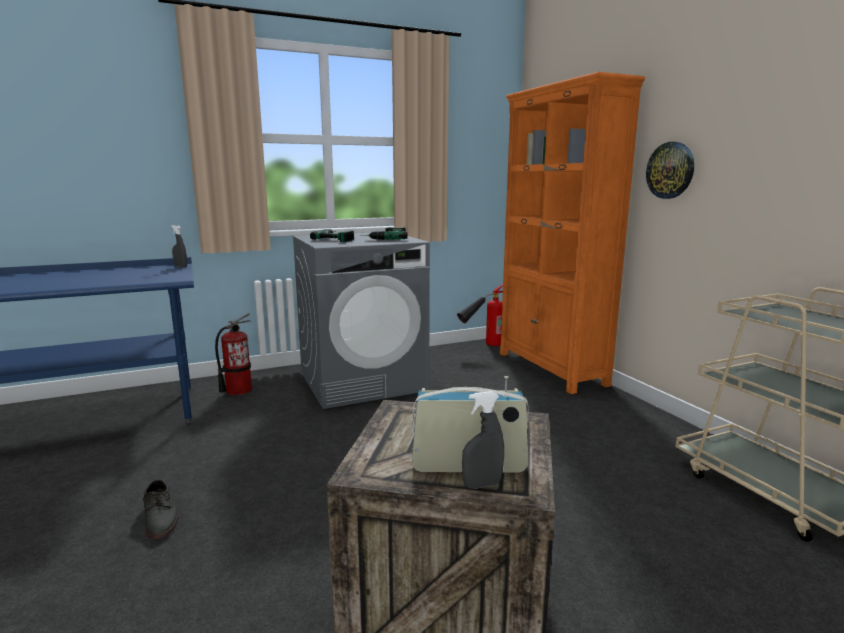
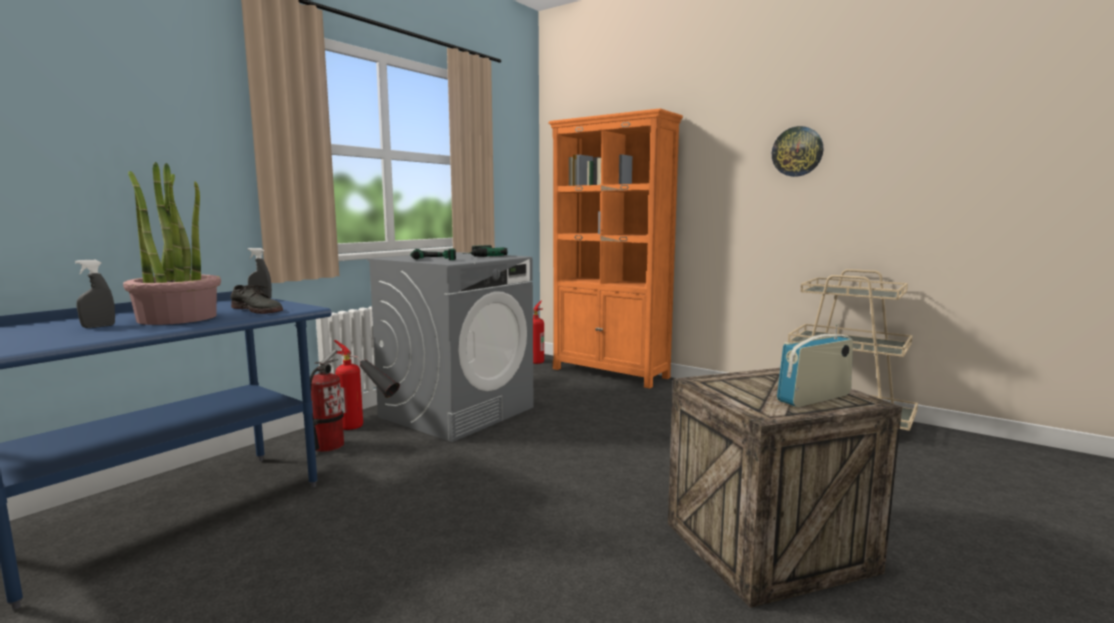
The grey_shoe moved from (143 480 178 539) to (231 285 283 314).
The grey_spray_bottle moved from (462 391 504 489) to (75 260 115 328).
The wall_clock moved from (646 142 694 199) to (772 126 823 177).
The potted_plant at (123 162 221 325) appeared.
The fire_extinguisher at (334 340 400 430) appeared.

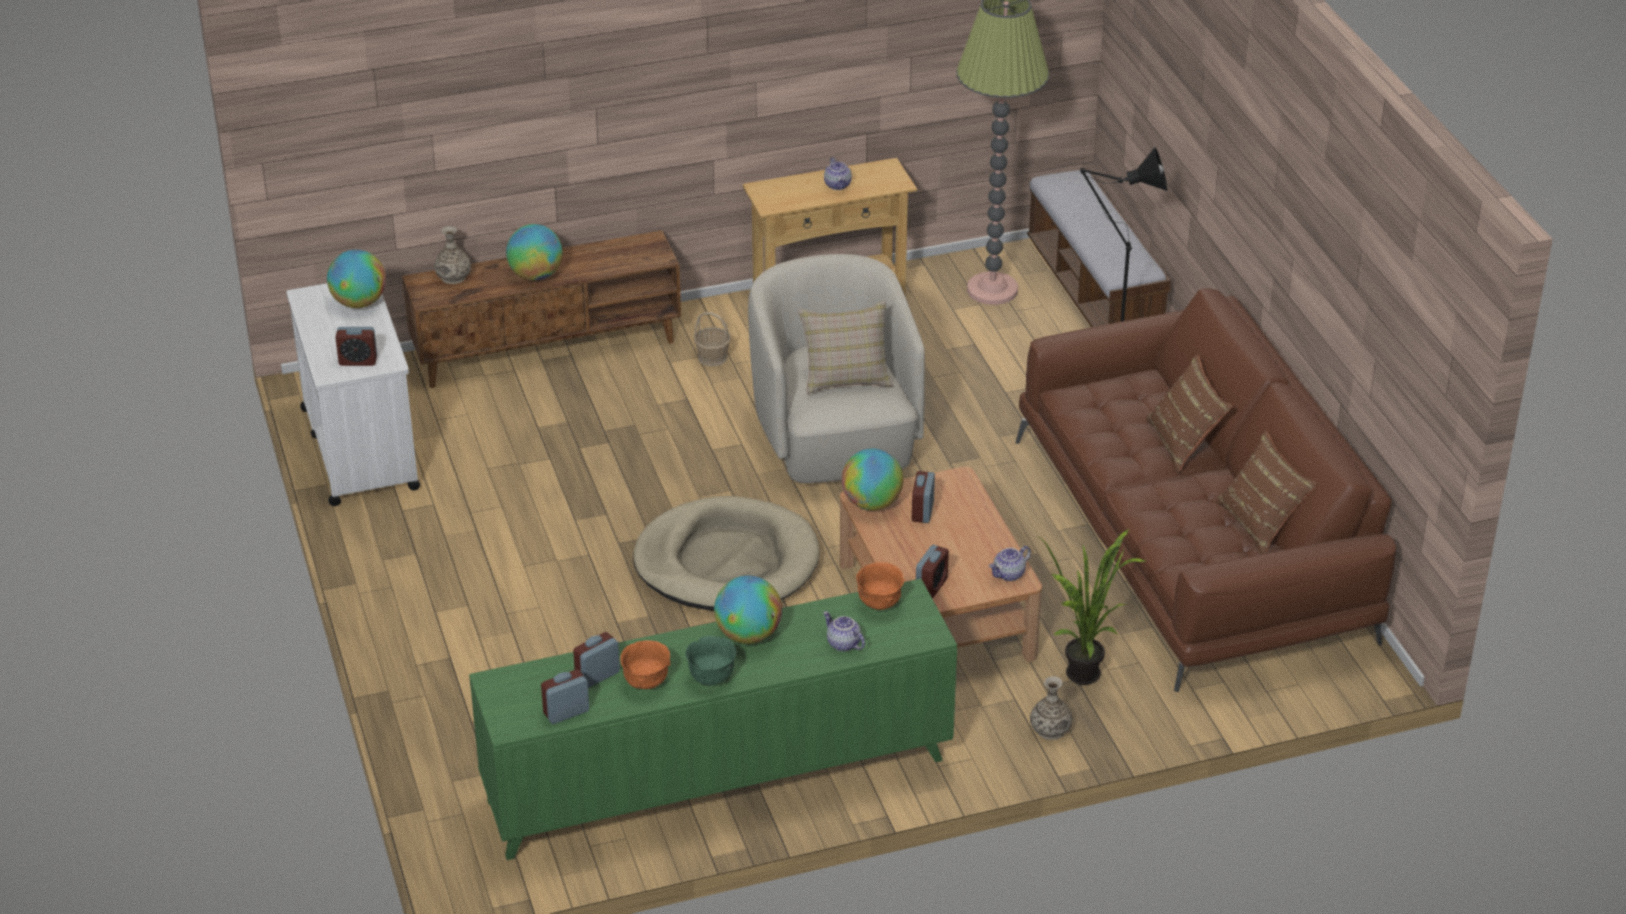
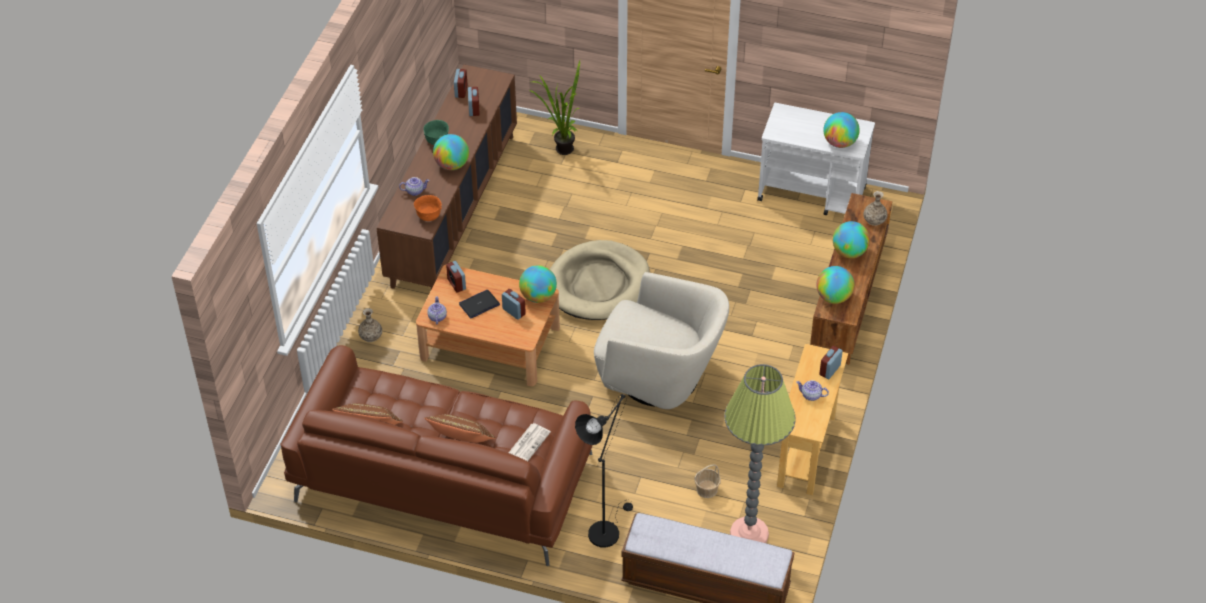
The alarm_clock moved from (335 327 377 366) to (819 346 843 379).
The green_cabinet at (469 579 957 860) became the brown_cabinet at (377 64 517 289).
The orange_bowl at (620 640 670 689) disappeared.
The basket moved from (694 312 731 366) to (694 464 721 498).
The beige_pillow at (798 300 893 394) disappeared.
The potted_plant moved from (1036 529 1147 685) to (529 61 580 155).
The laptop at (459 290 500 318) appeared.
The newspaper at (509 423 551 461) appeared.
The globe at (816 266 854 304) appeared.

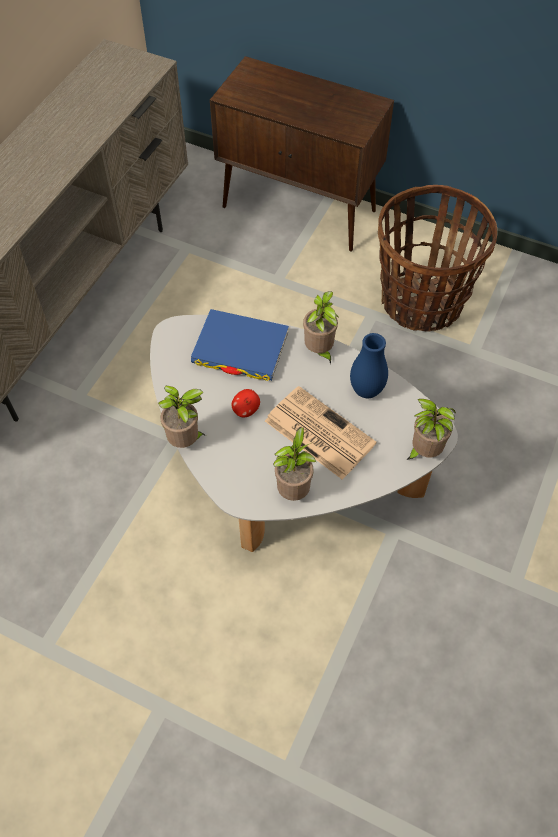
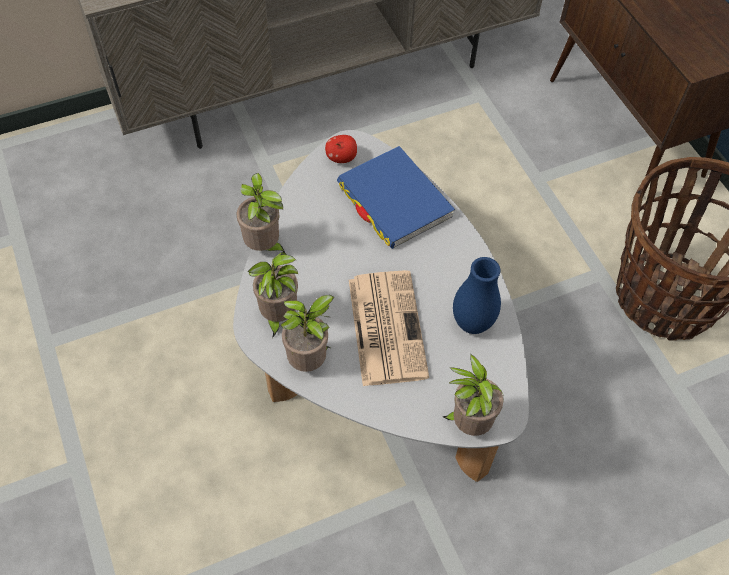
The apple moved from (231 389 260 417) to (325 135 357 163).
The potted_plant moved from (303 291 338 365) to (247 252 298 338).

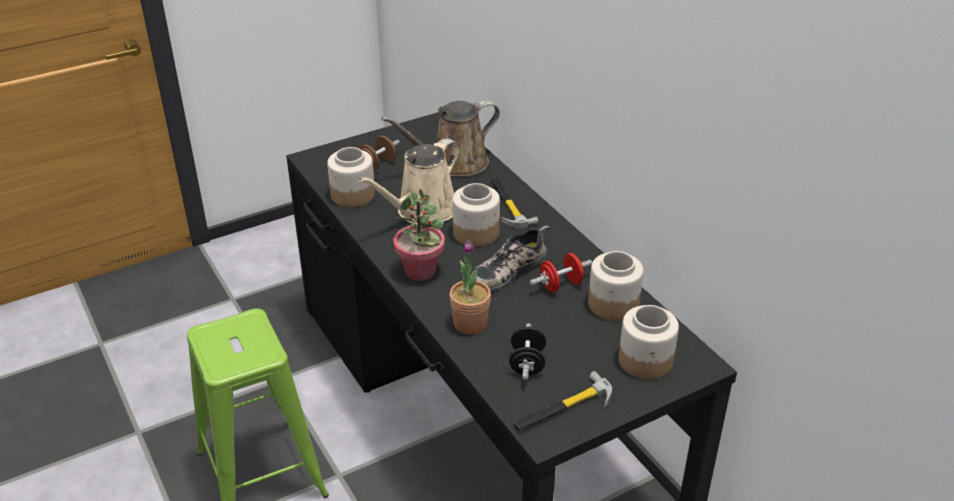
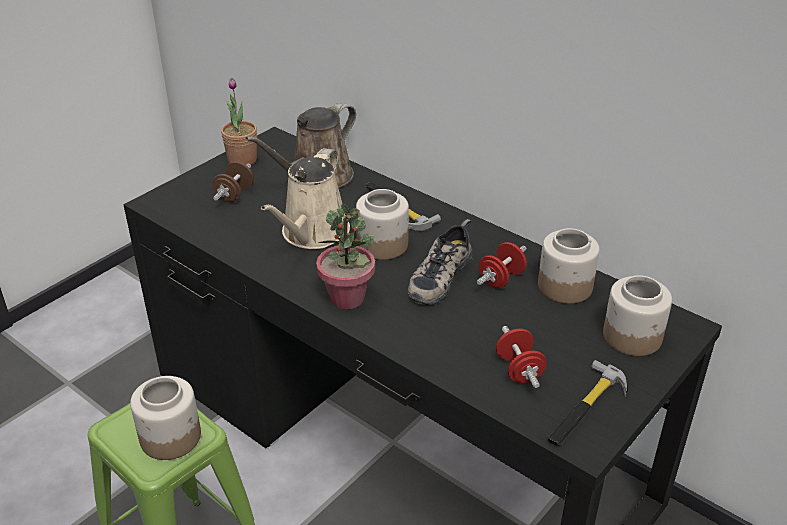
The jar moved from (327 147 375 208) to (130 376 201 460).
The potted_plant moved from (450 240 491 334) to (221 78 257 165).
The black_dumbbell at (509 323 546 380) became the red_dumbbell at (496 326 547 388).

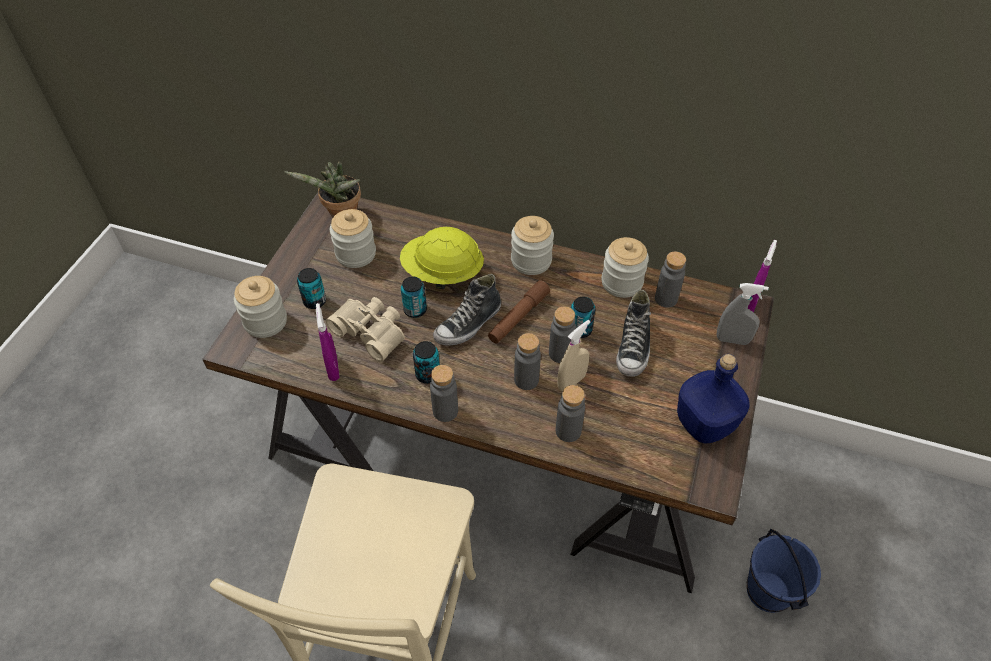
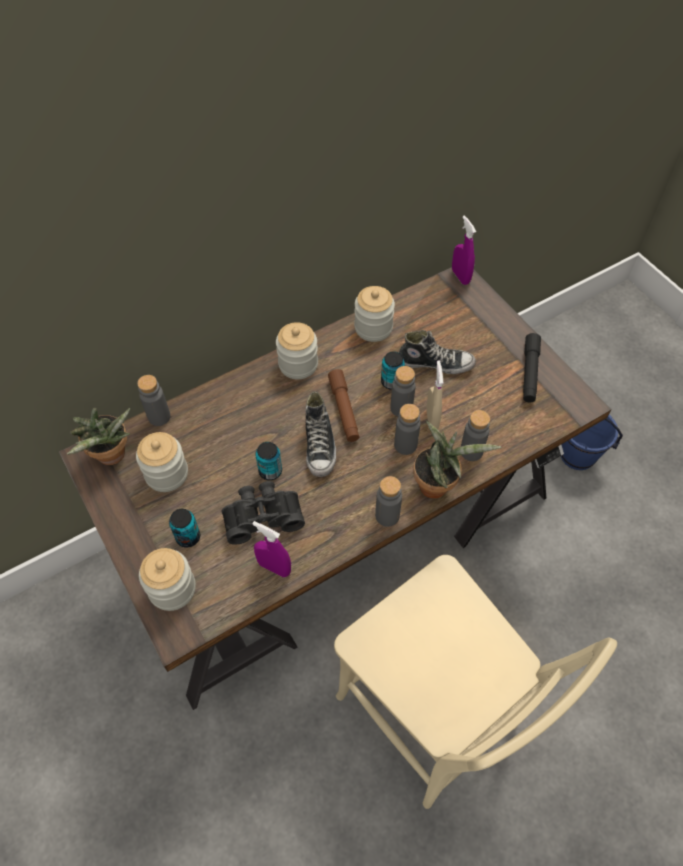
The beige_binoculars at (326 297 405 362) became the black_binoculars at (222 481 305 545).
The yellow_hard_hat at (400 227 484 289) disappeared.
The can at (413 341 440 384) disappeared.
The shoe at (616 290 651 377) turned 45 degrees counterclockwise.
The grey_bottle moved from (655 251 686 308) to (137 375 171 426).
The blue_bottle at (677 354 750 444) was replaced by the black_flashlight at (523 333 541 402).
The grey_spray_bottle at (717 283 769 345) disappeared.
The potted_plant at (413 420 501 499) appeared.

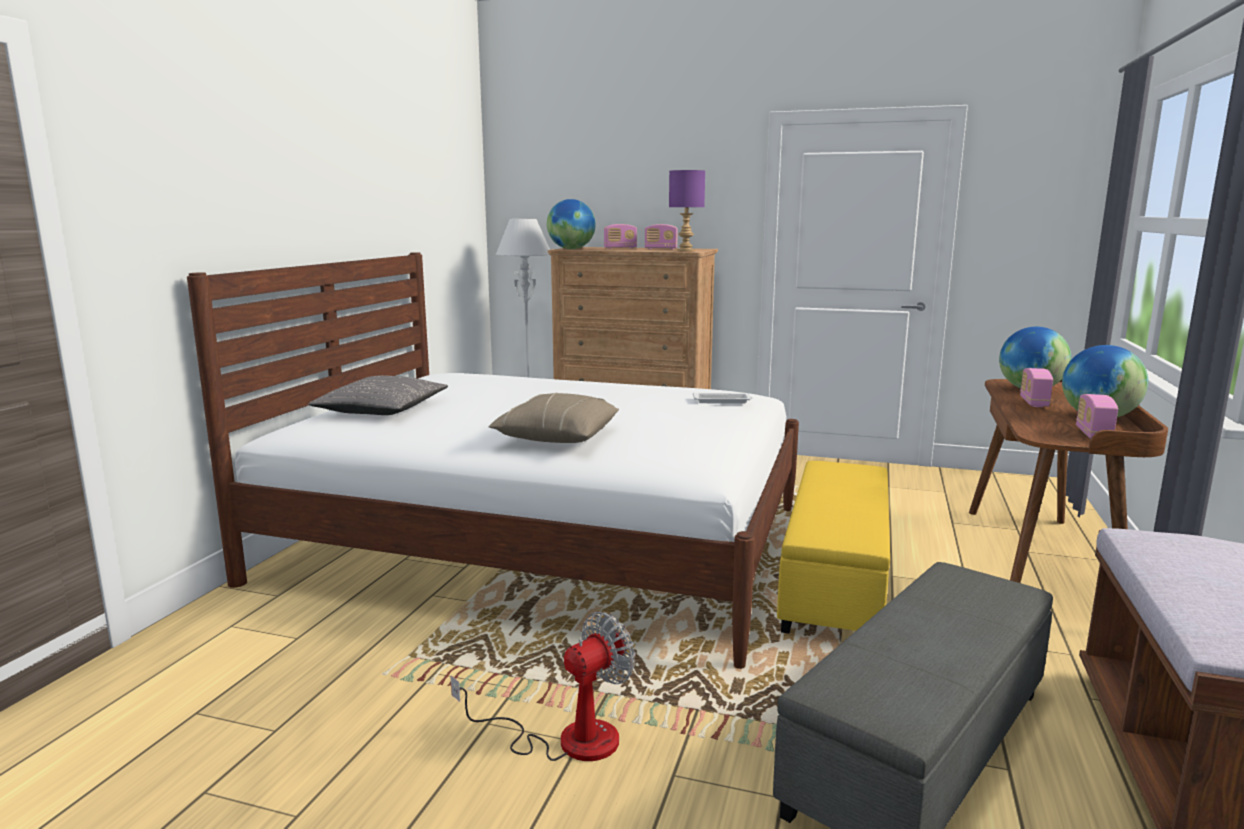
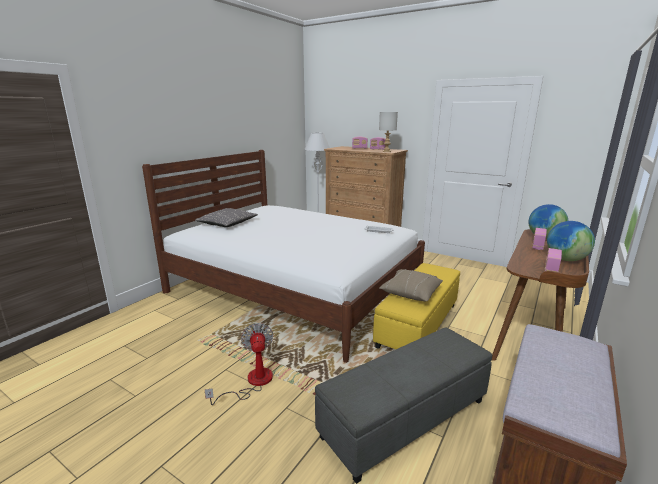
The fan at (450 612 636 761) turned 75 degrees counterclockwise.
The beige_pillow moved from (488 393 619 443) to (379 269 443 302).
The globe at (547 199 596 249) disappeared.
The purple_table_lamp at (669 170 705 251) became the grey_table_lamp at (379 112 398 152).

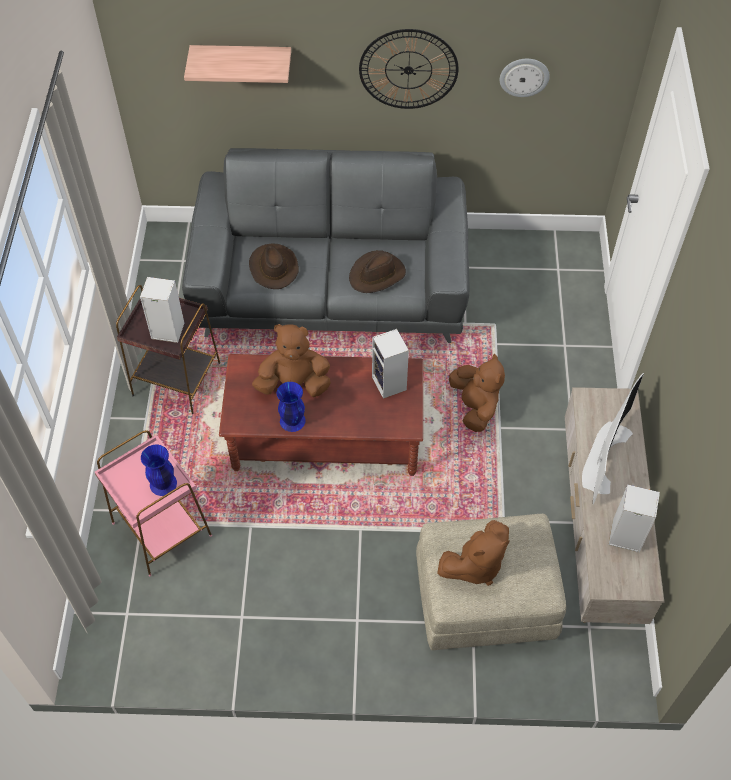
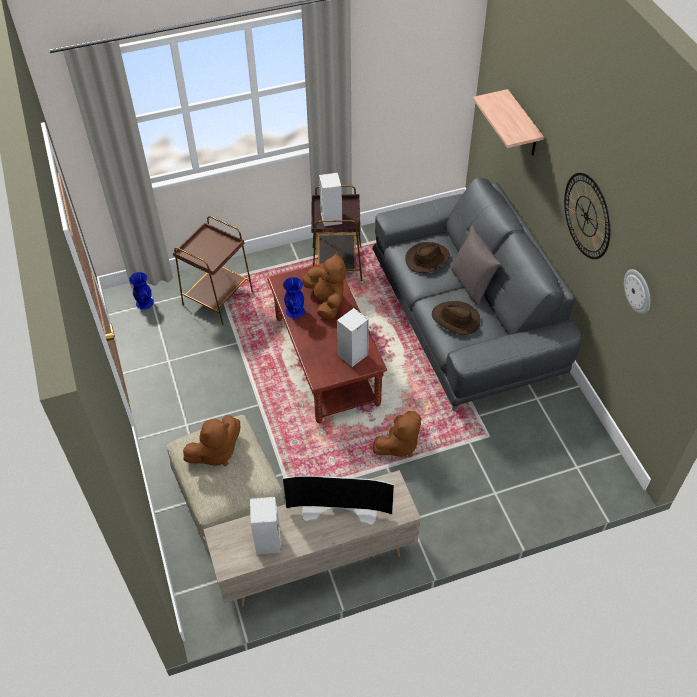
The pink_side_table at (95 430 212 576) became the brown_side_table at (173 216 253 325).
The blue_vase moved from (141 445 177 496) to (129 272 154 310).
The brown_plush_toy at (437 520 510 586) turned 75 degrees counterclockwise.
The grey_pillow at (451 226 501 307) appeared.

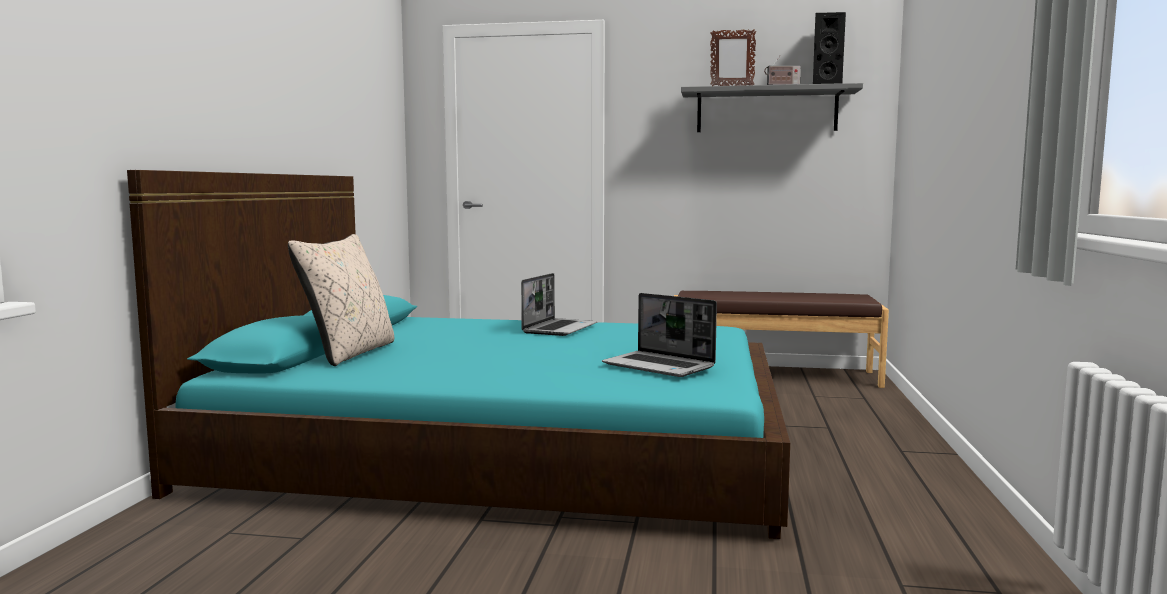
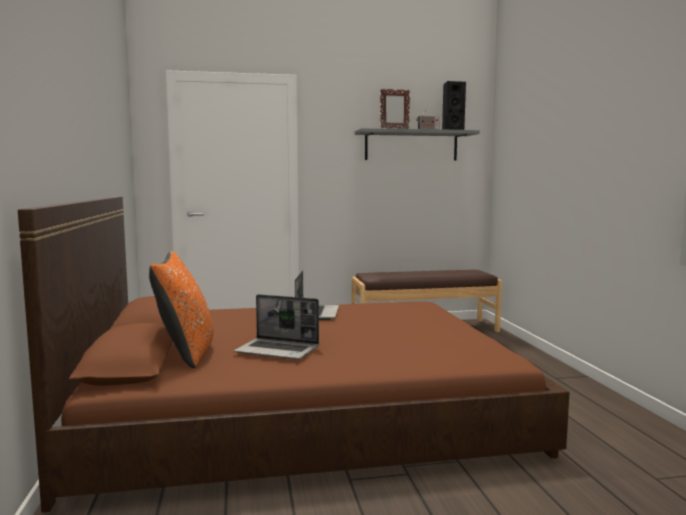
The turquoise_bed at (127 170 790 539) became the brown_bed at (18 197 570 512).
The beige_pillow at (288 234 394 366) became the orange_pillow at (149 251 213 368).
The laptop moved from (602 293 717 377) to (234 294 319 360).

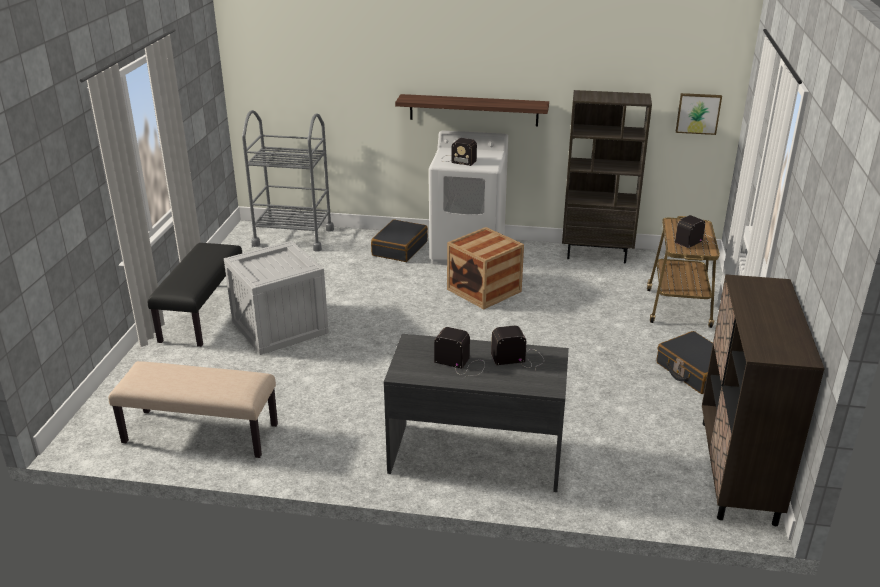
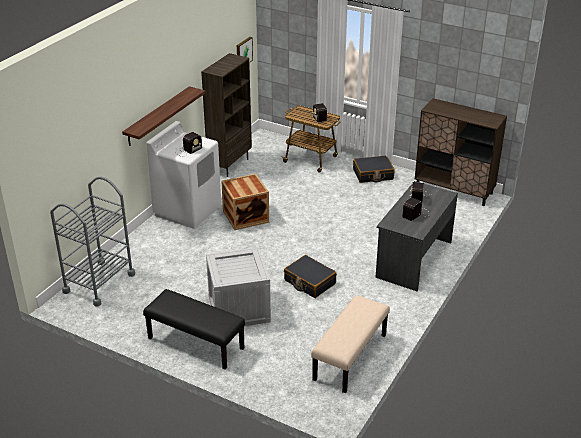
The black_suitcase moved from (371 220 428 262) to (284 255 337 298).

